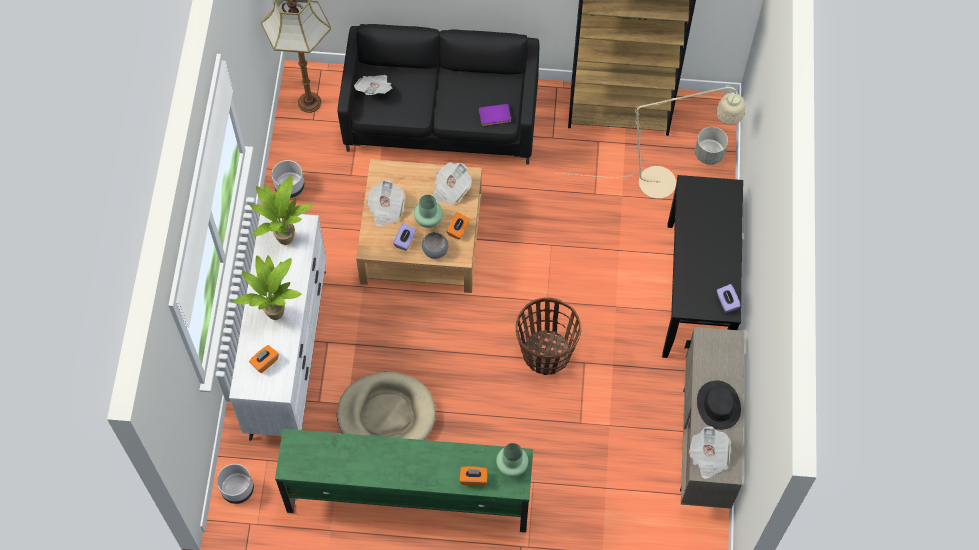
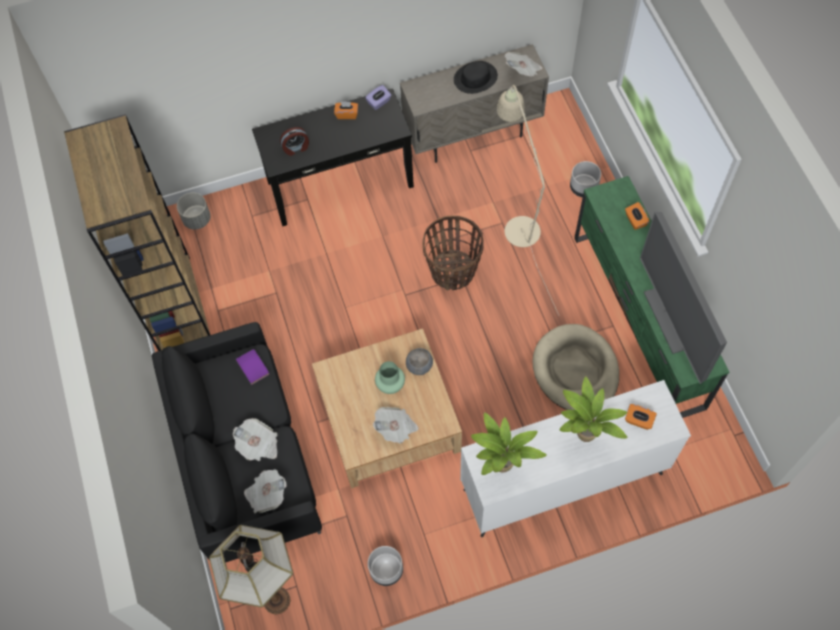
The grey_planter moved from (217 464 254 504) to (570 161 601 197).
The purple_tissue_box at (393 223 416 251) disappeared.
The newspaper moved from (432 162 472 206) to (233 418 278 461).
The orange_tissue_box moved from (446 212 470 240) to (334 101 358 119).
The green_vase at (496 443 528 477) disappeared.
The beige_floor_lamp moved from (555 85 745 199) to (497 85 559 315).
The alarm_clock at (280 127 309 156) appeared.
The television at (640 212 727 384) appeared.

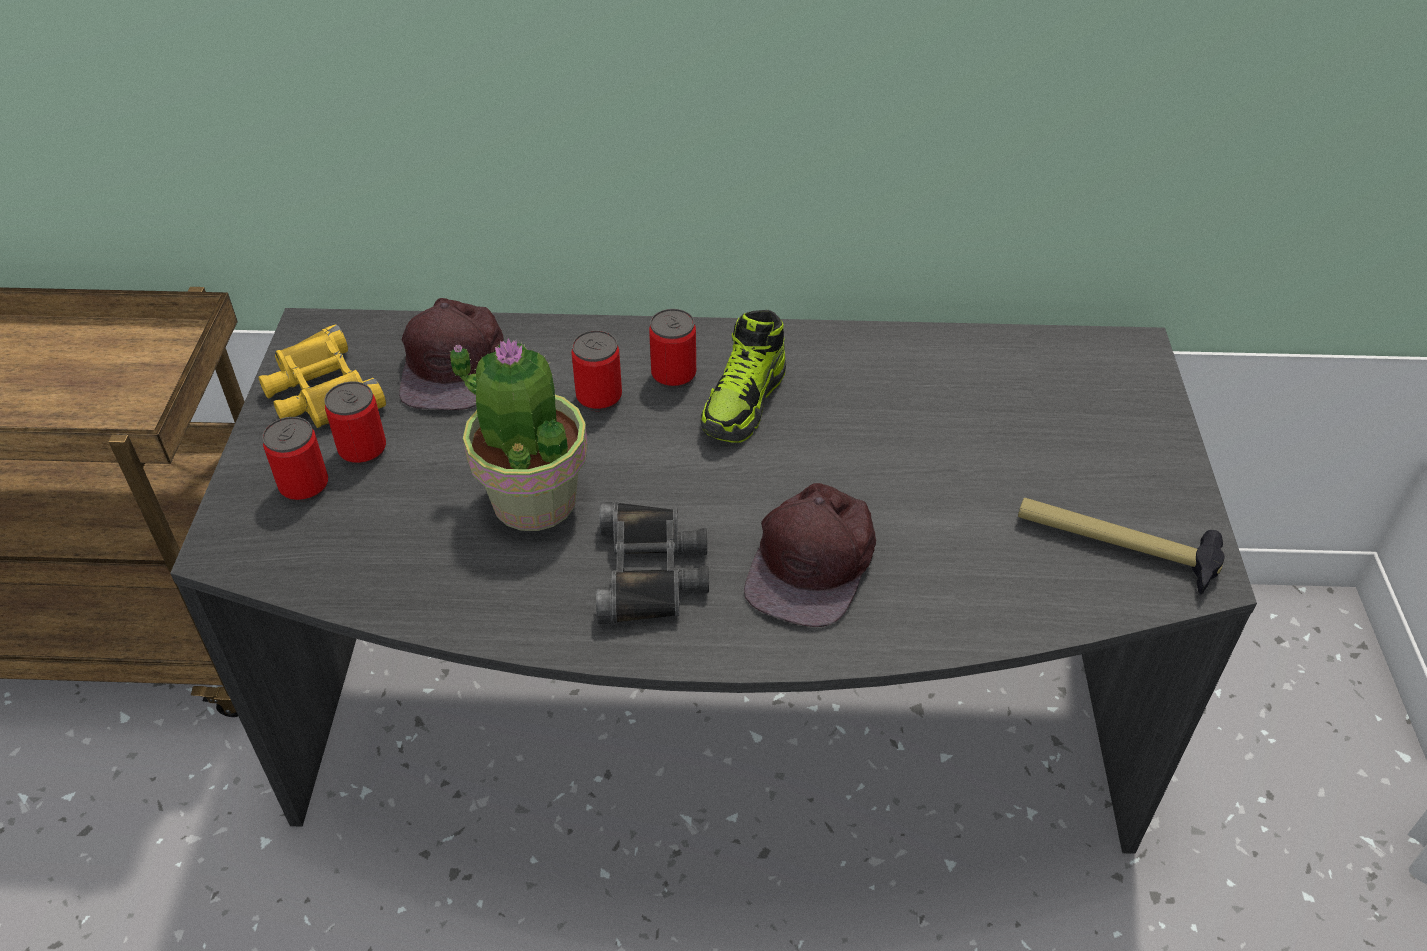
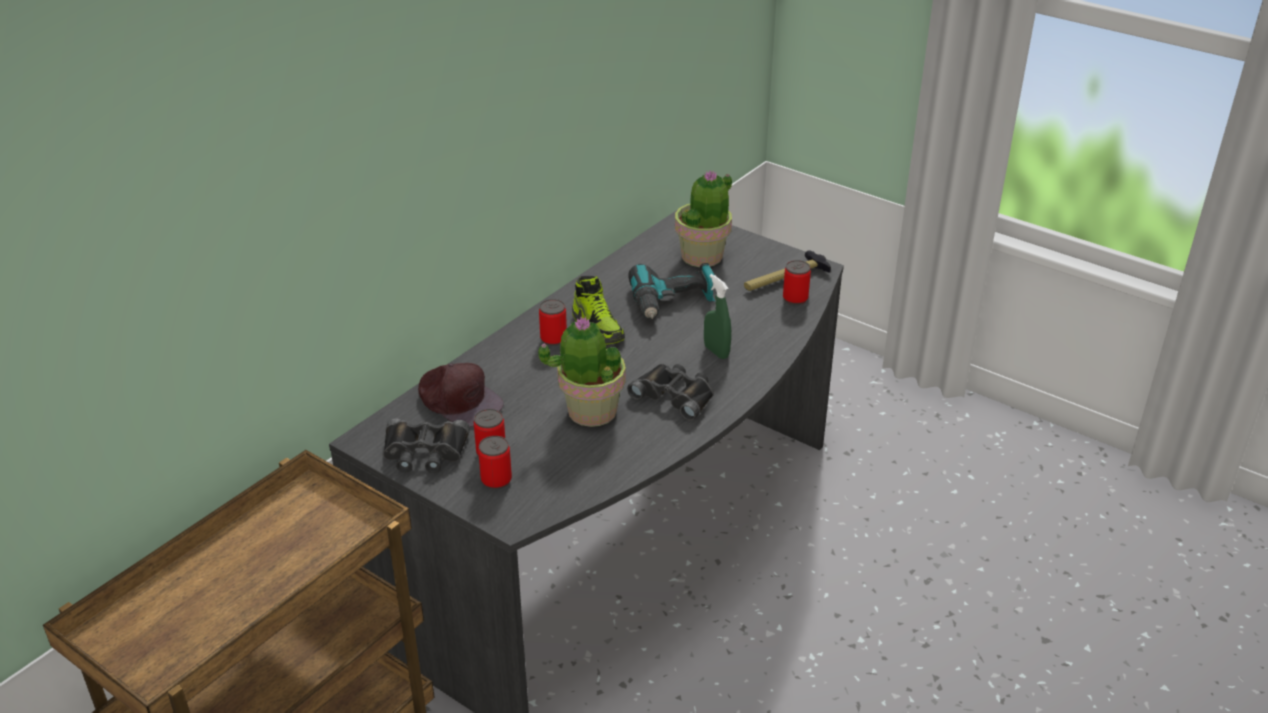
The yellow_binoculars at (259 324 386 428) became the black_binoculars at (383 418 470 473).
The can moved from (571 330 622 411) to (783 260 811 305).
The brown_cap at (744 483 876 627) was replaced by the green_spray_bottle at (704 274 731 359).
The power_drill at (628 263 715 319) appeared.
The potted_plant at (675 170 732 267) appeared.

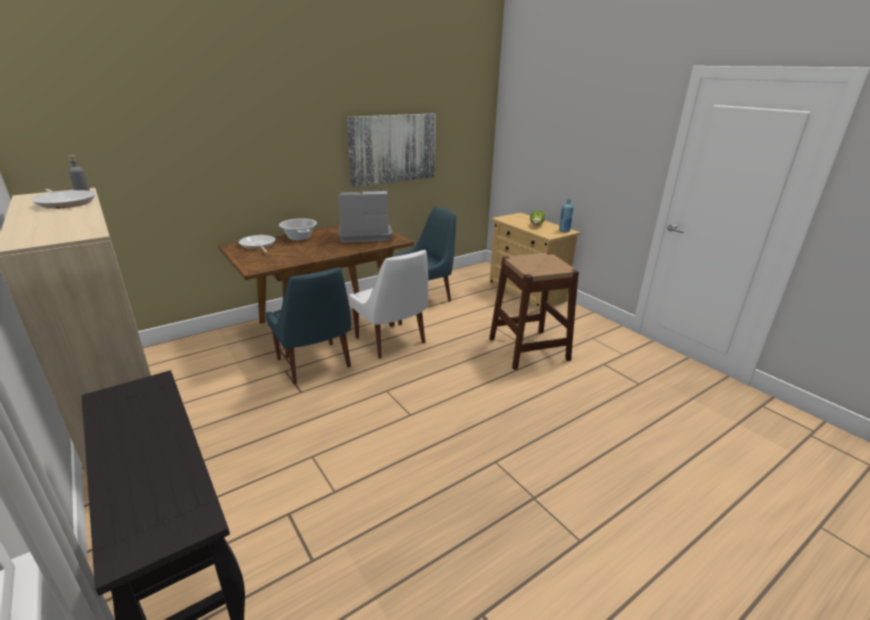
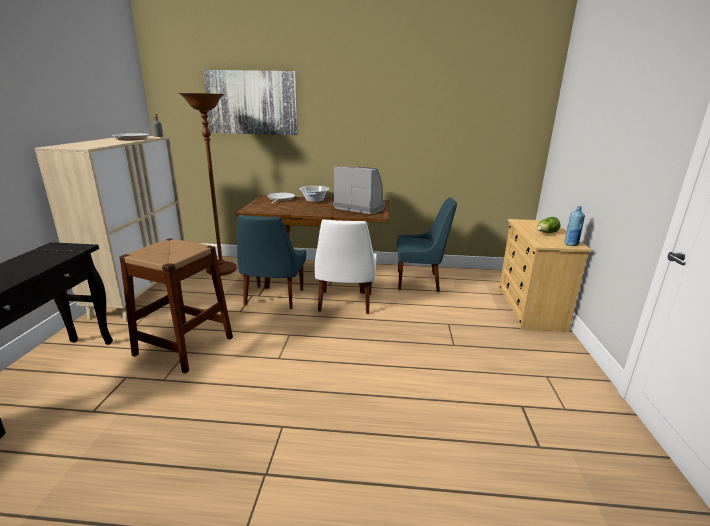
The picture moved from (346 113 436 187) to (203 70 298 135).
The brown_stool moved from (489 253 579 370) to (119 238 233 374).
The brown_floor_lamp at (178 93 237 276) appeared.

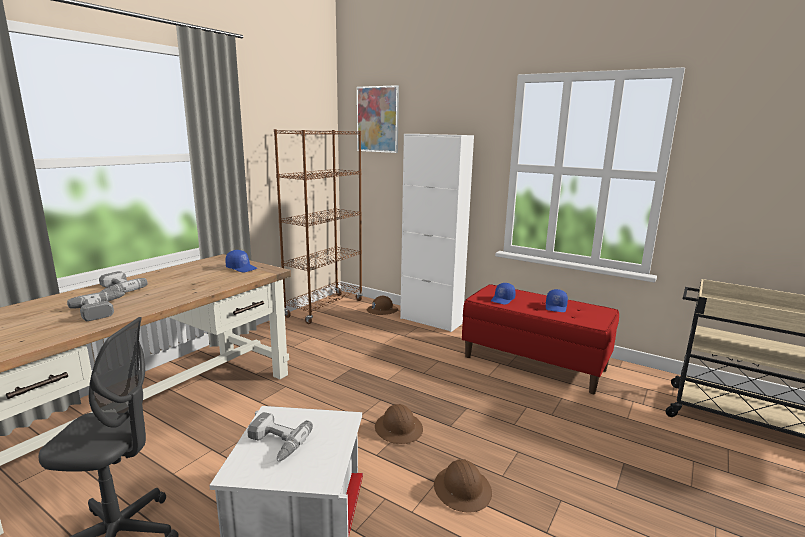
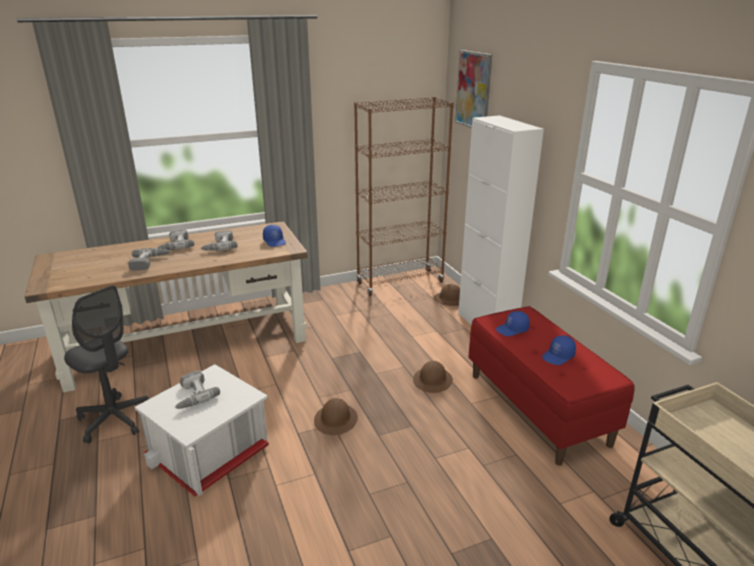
The brown_hard_hat moved from (434 459 492 513) to (413 361 453 393).
The power_drill at (201 230 238 251) appeared.

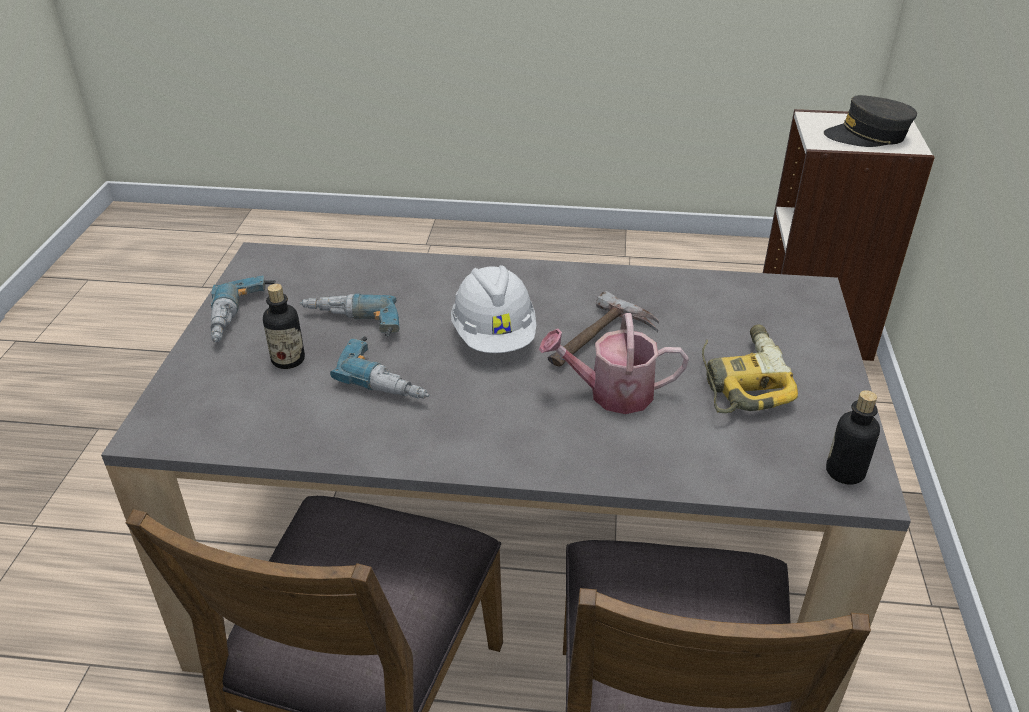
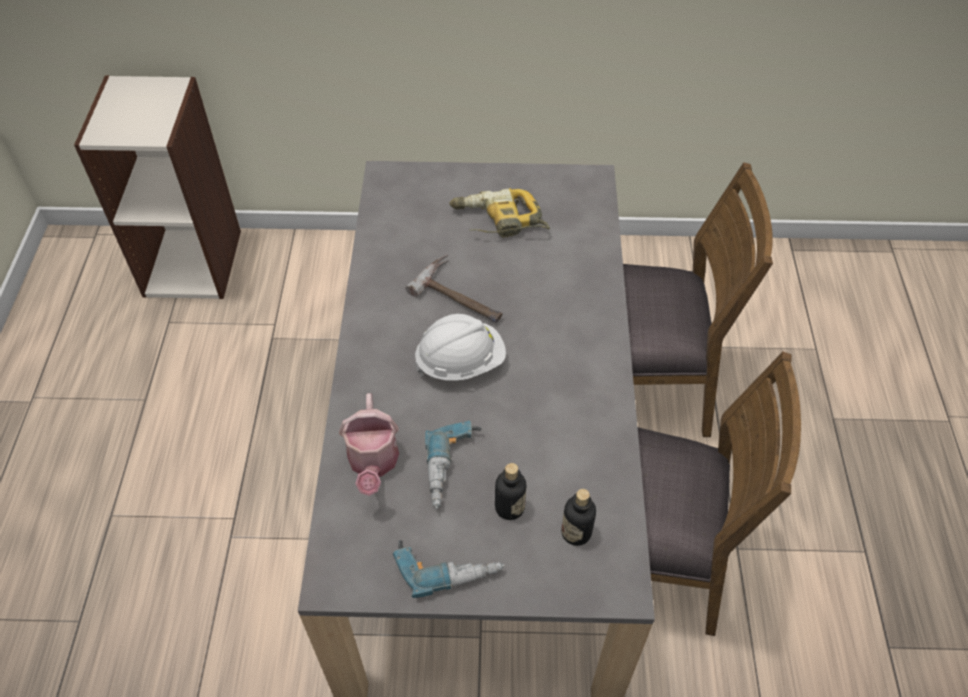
The power_drill at (330 336 429 399) disappeared.
The watering_can moved from (539 313 689 414) to (339 393 399 496).
The grey_cap at (824 95 917 147) disappeared.
The bottle moved from (826 390 880 484) to (561 489 596 546).

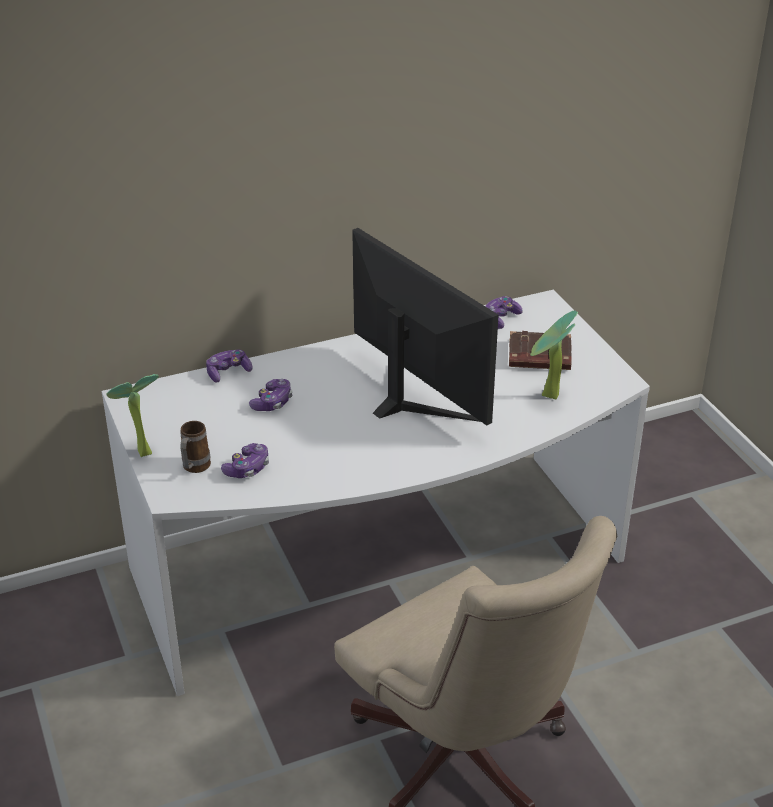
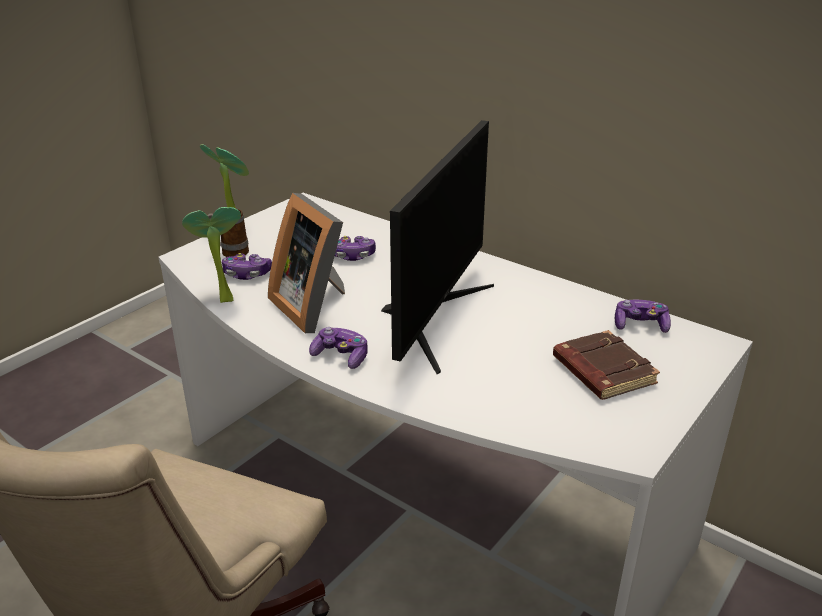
The game_controller moved from (206 350 253 382) to (309 327 368 369).
The potted_plant moved from (530 311 578 399) to (182 207 241 303).
The picture_frame at (268 193 345 333) appeared.

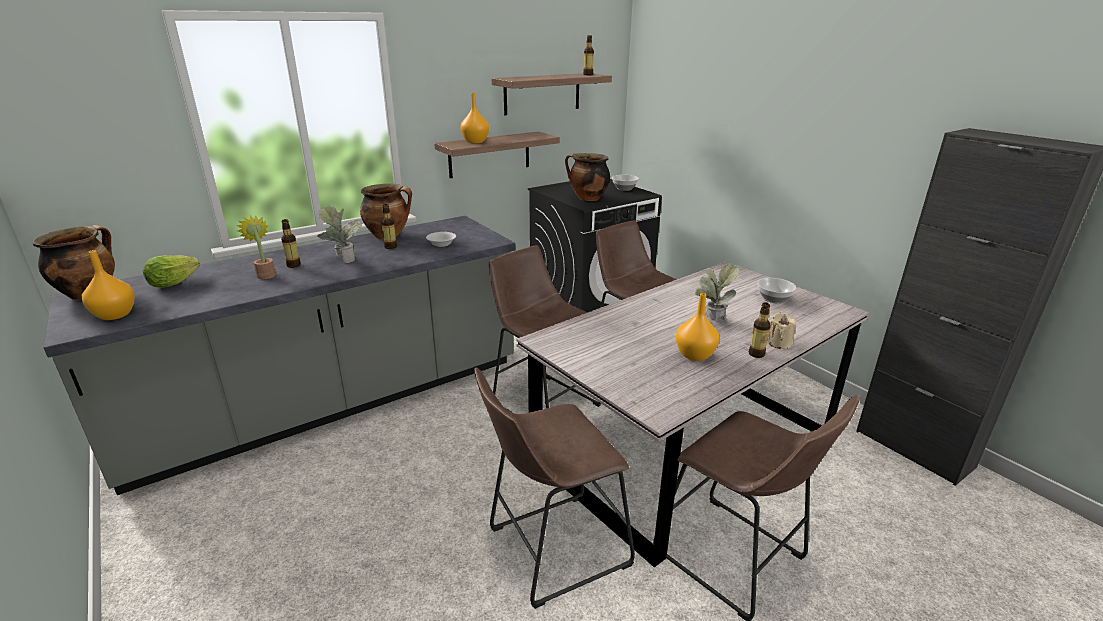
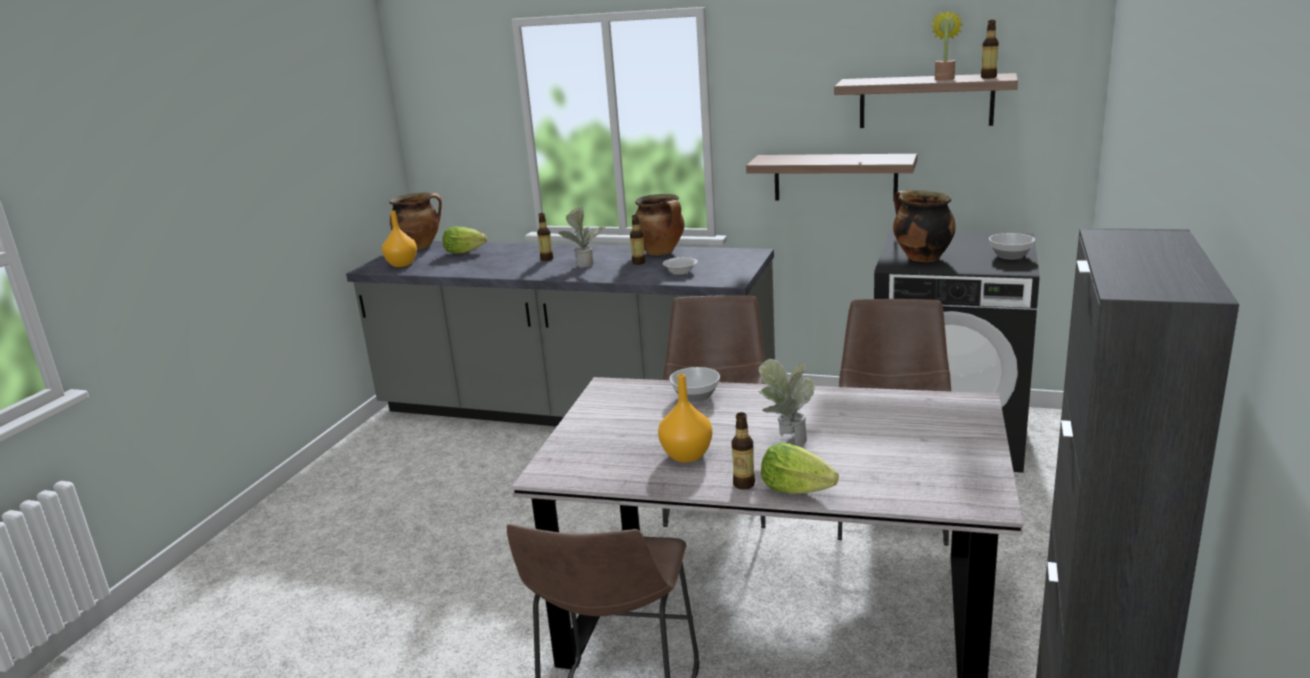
The potted_plant moved from (236 215 276 279) to (931 10 964 80).
The orange_vase at (460 93 489 143) disappeared.
The brown_stool at (474 367 635 609) disappeared.
The bowl moved from (757 278 796 303) to (669 367 720 402).
The beige_candle at (768 313 796 349) was replaced by the lettuce at (761 442 839 494).

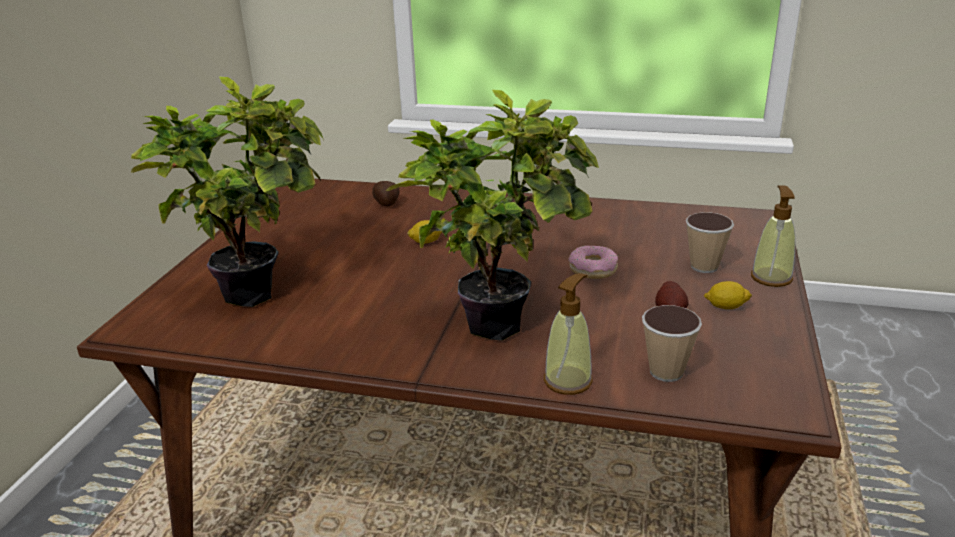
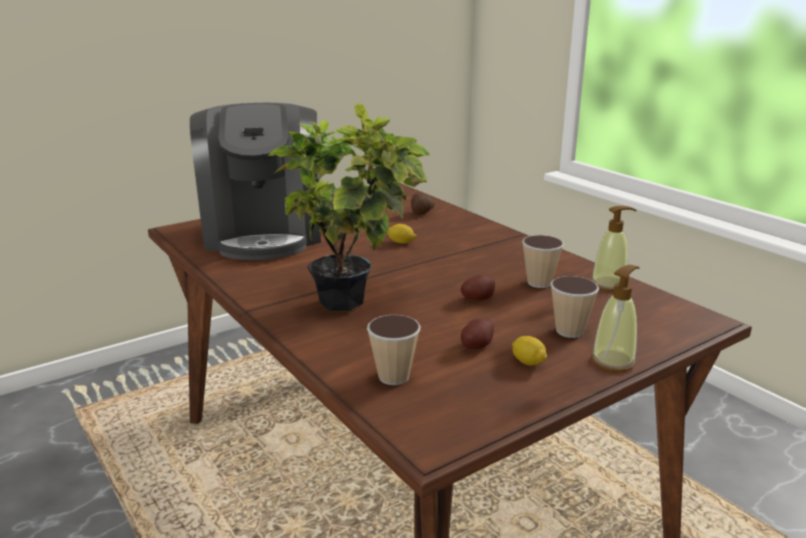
The potted_plant at (131 77 324 307) was replaced by the coffee_machine at (190 103 321 260).
The soap_dispenser moved from (544 273 593 395) to (592 206 636 291).
The donut at (569 246 618 279) was replaced by the potato at (461 275 495 300).
The cup at (522 235 564 288) appeared.

